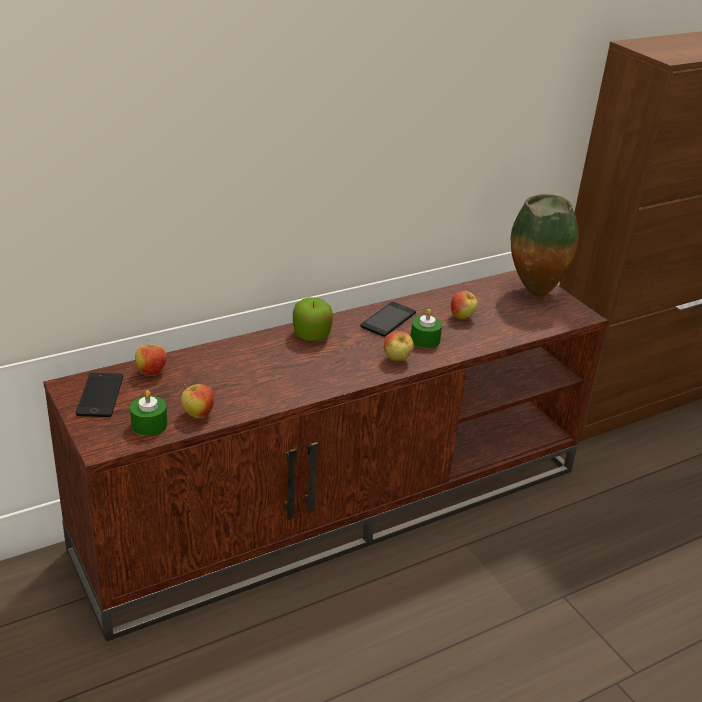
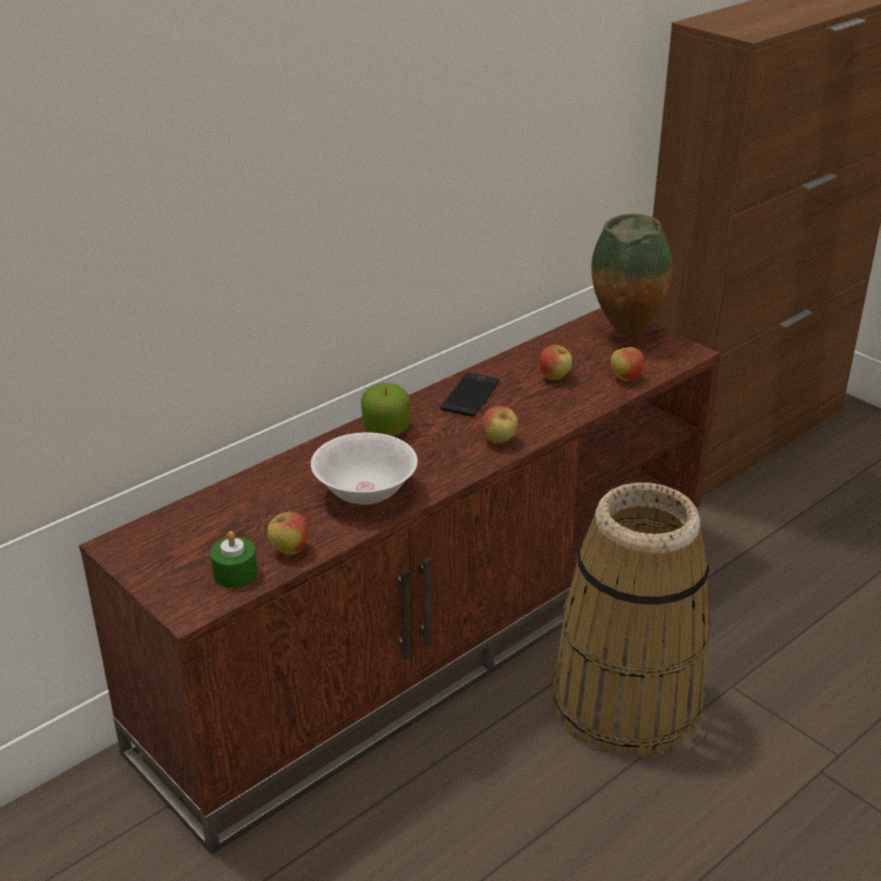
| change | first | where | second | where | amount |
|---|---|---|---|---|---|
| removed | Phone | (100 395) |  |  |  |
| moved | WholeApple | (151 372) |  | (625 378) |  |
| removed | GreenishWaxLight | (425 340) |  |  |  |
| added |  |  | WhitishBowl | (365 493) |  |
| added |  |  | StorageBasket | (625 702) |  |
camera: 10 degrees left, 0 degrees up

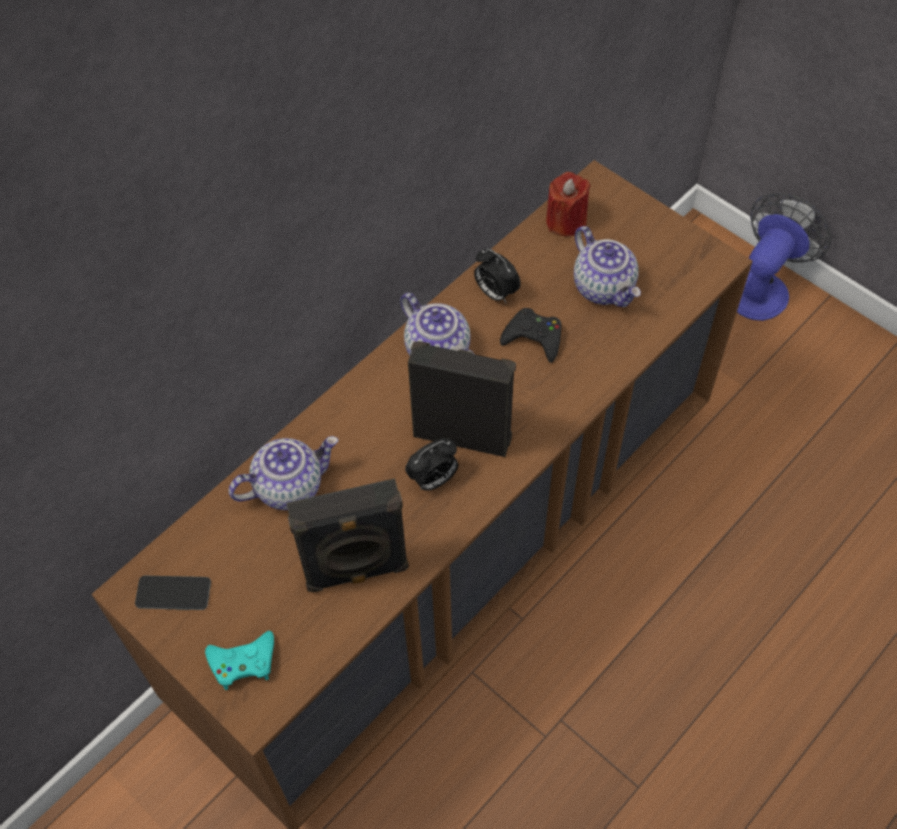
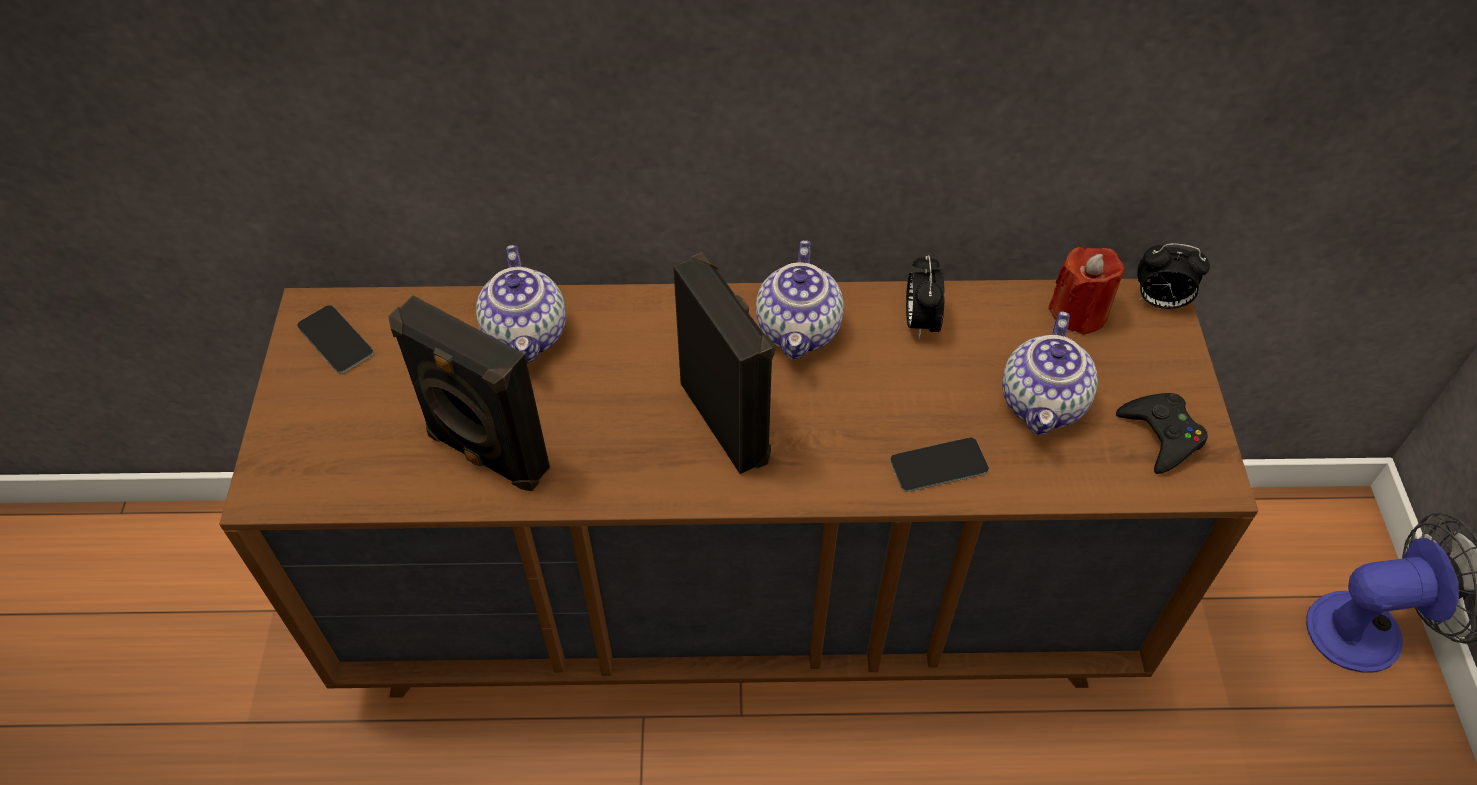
| change | first | where | second | where | amount |
|---|---|---|---|---|---|
| removed | TurquoiseGamepad | (243 662) |  |  |  |
| turned | TeaPot | (289 485) |  | (527 334) | 60 degrees clockwise |
| moved | BedsideClock | (433 480) |  | (1159 302) |  |
| moved | BlackColouredGamepad | (533 338) |  | (1161 435) |  |
| added |  |  | Phone | (939 465) |  |
camera: 45 degrees right, 5 degrees down

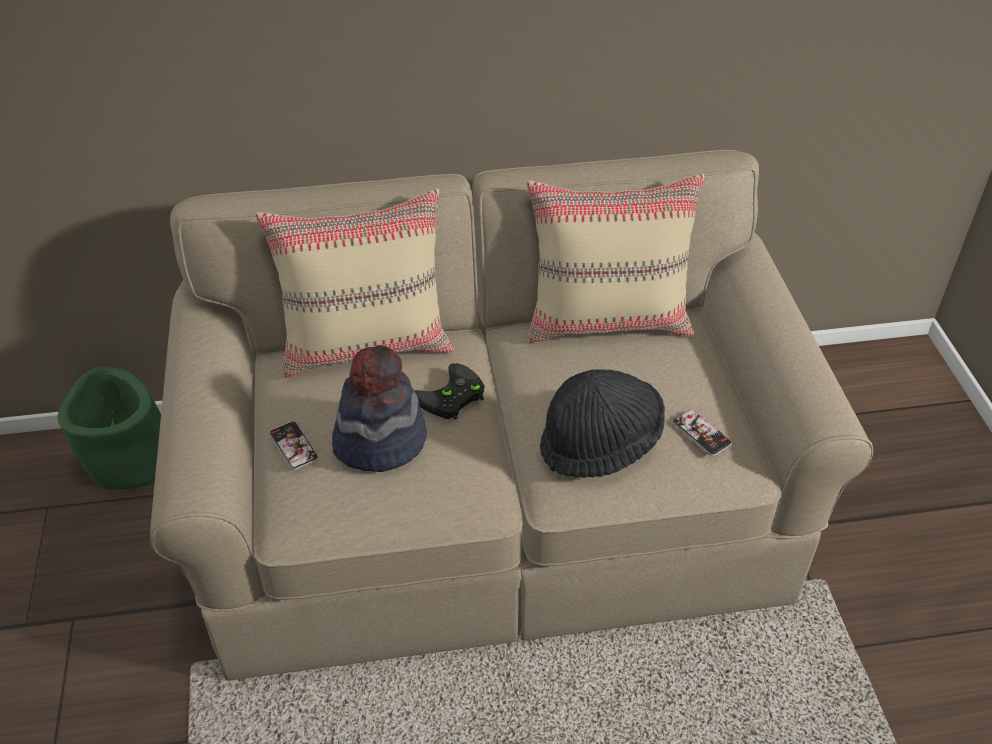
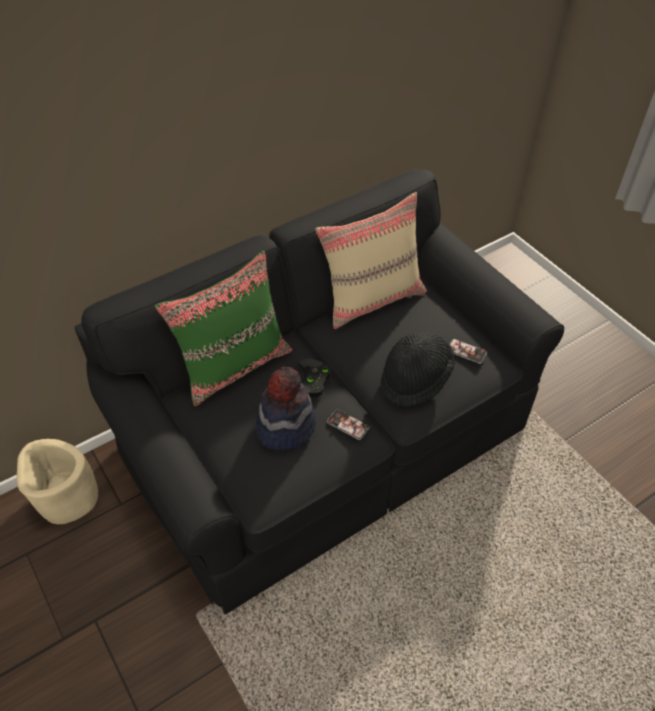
| change | first | where | second | where | amount |
|---|---|---|---|---|---|
| recoloured | GreenishFlowerPot | (129 462) | BeigeColouredFlowerPot | (67 499) |  |
| recoloured | BeigeColouredSettee | (497 505) | BlackColouredSettee | (327 435) |  |
| recoloured | BeigeColouredCushion | (367 345) | GreenishCushion | (234 366) |  |
| moved | Phone | (293 446) |  | (348 425) |  |
camera: 25 degrees left, 5 degrees up

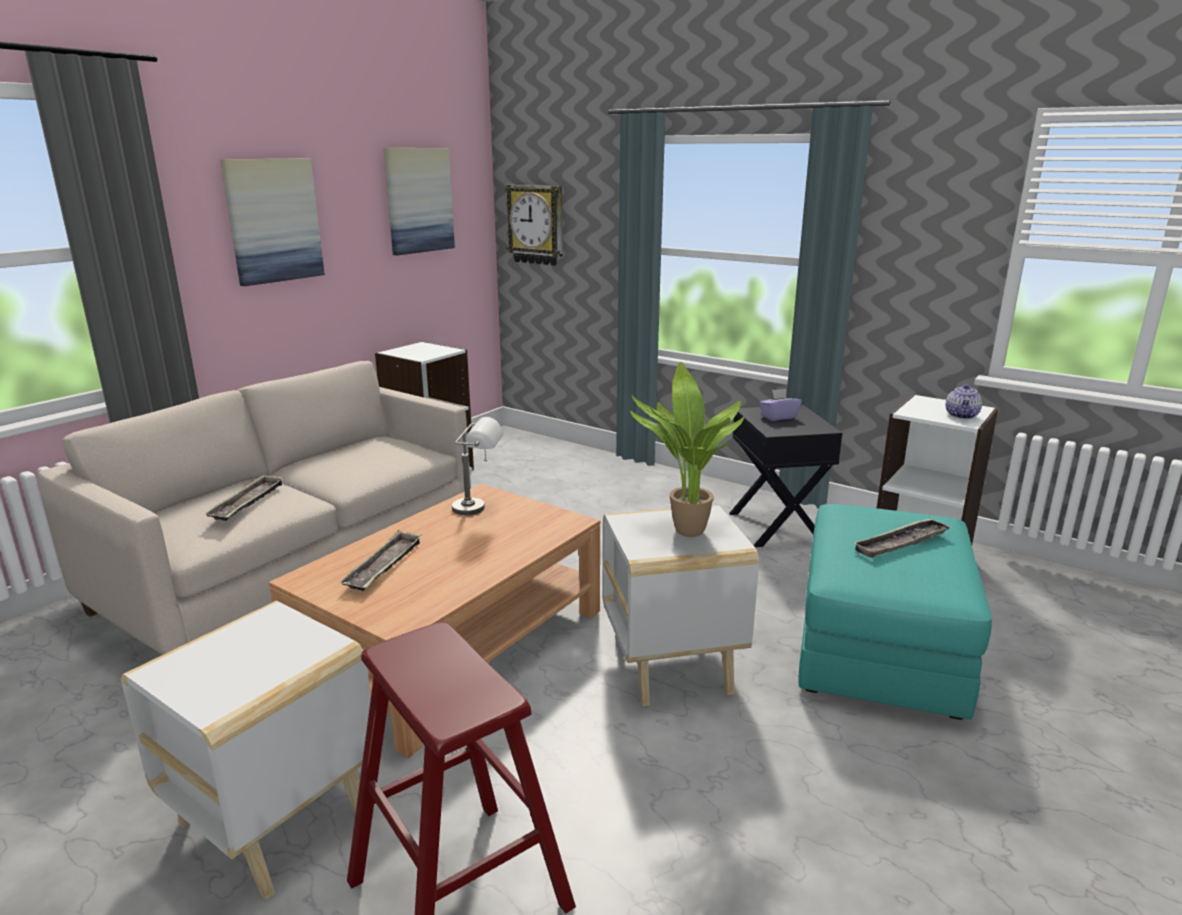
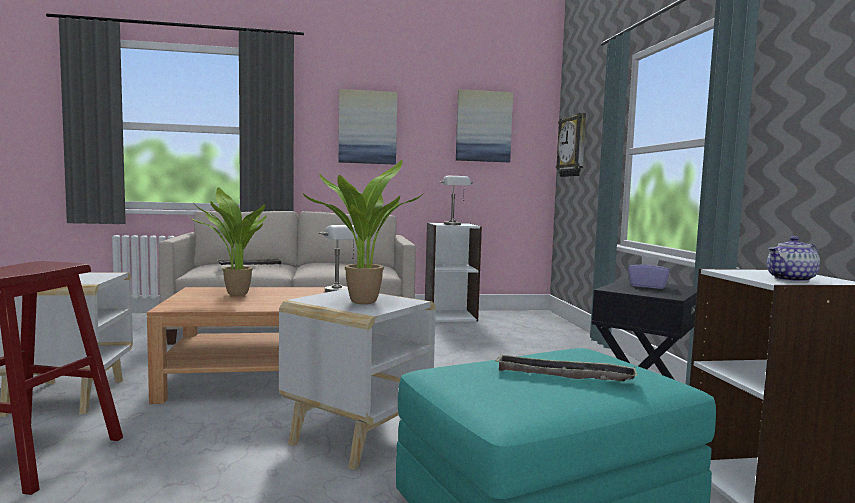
| change | first | where | second | where | amount |
|---|---|---|---|---|---|
| replaced | CarryingTray | (384 566) | PlantInAPot | (234 294) |  |
| added |  |  | GreyishLampForATable | (454 225) |  |
camera: 45 degrees right, 15 degrees down

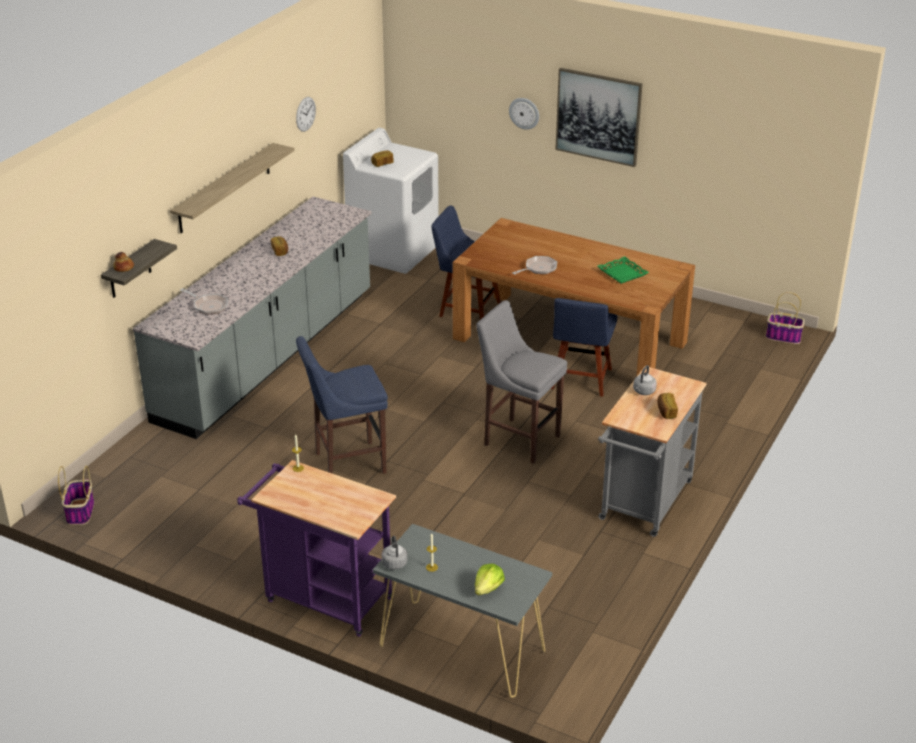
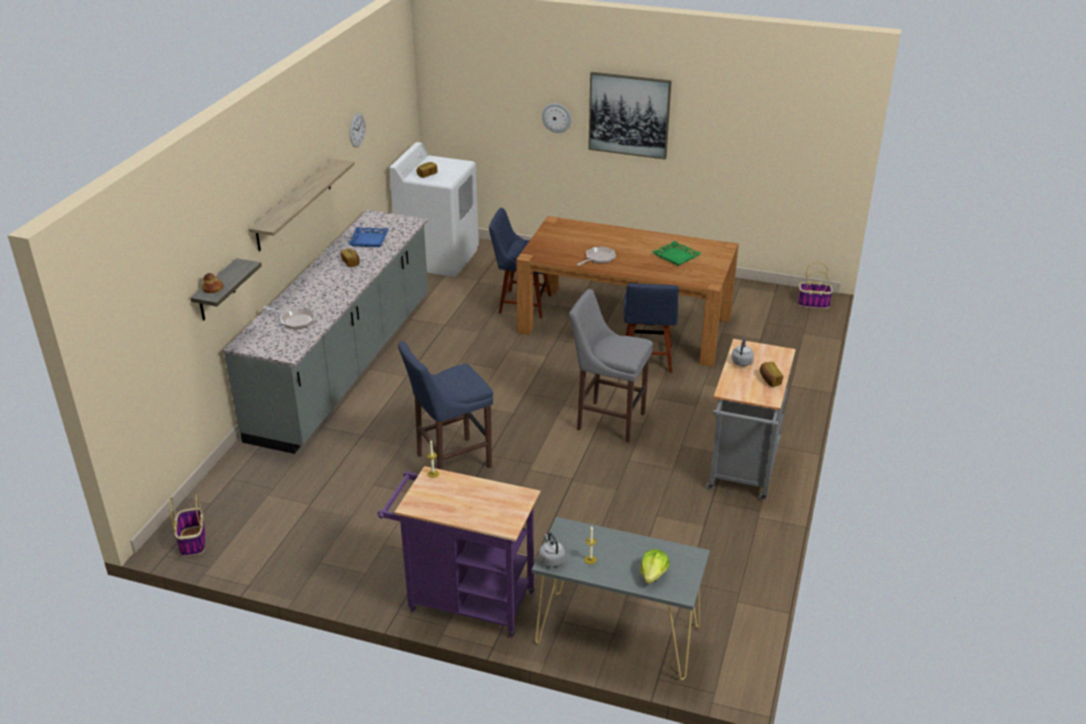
| change | first | where | second | where | amount |
|---|---|---|---|---|---|
| added |  |  | BluishCarryingTray | (369 240) |  |
camera: 10 degrees left, 0 degrees up

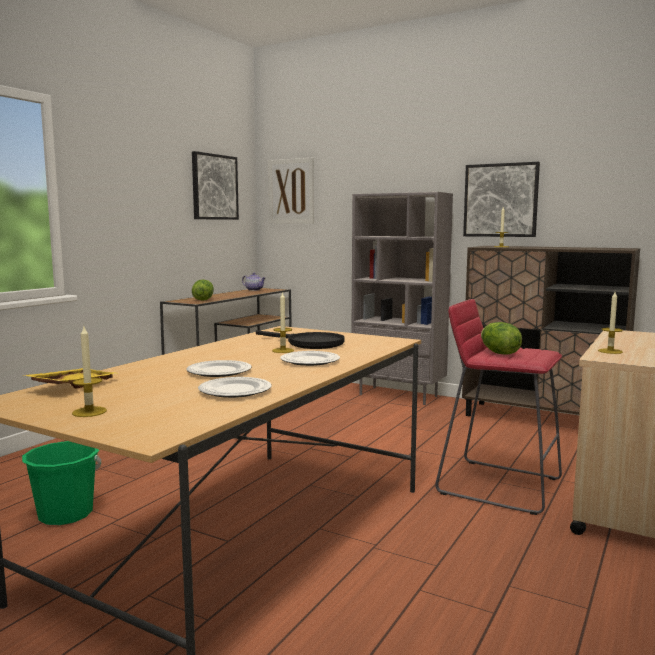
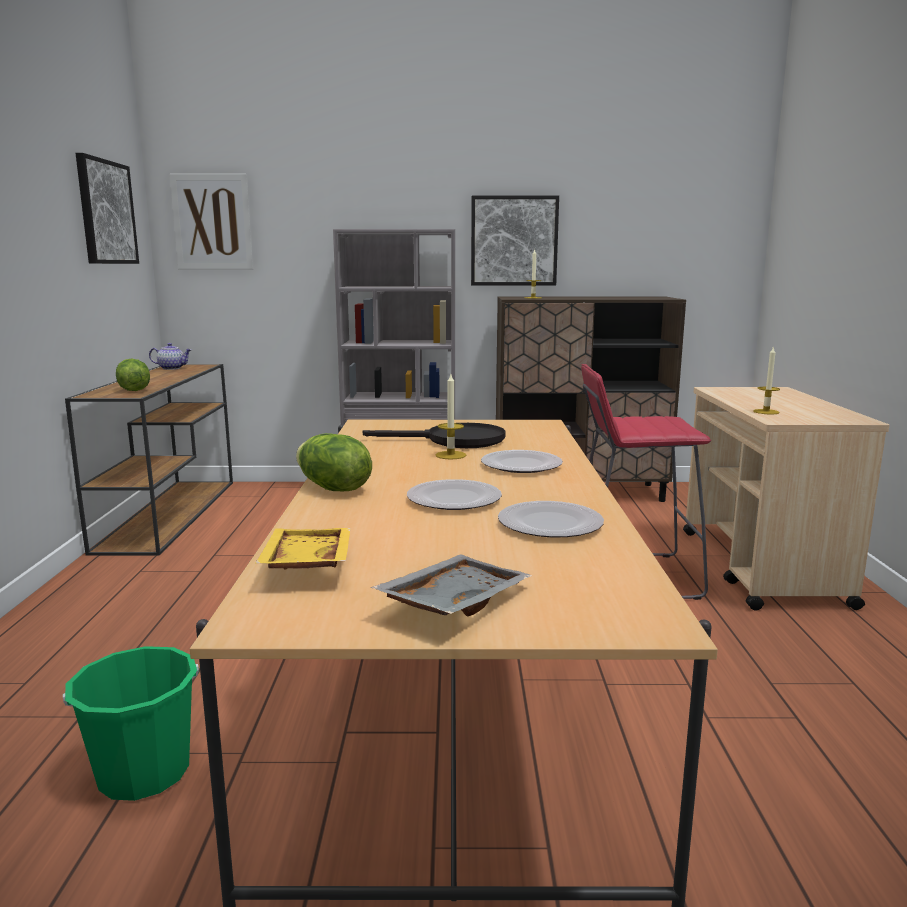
| change | first | where | second | where | amount |
|---|---|---|---|---|---|
| replaced | WaxLight | (89 412) | GreyishCarryingTray | (453 602) |  |
| moved | HeadOfLettuce | (498 353) |  | (332 488) |  |
camera: 30 degrees left, 5 degrees up

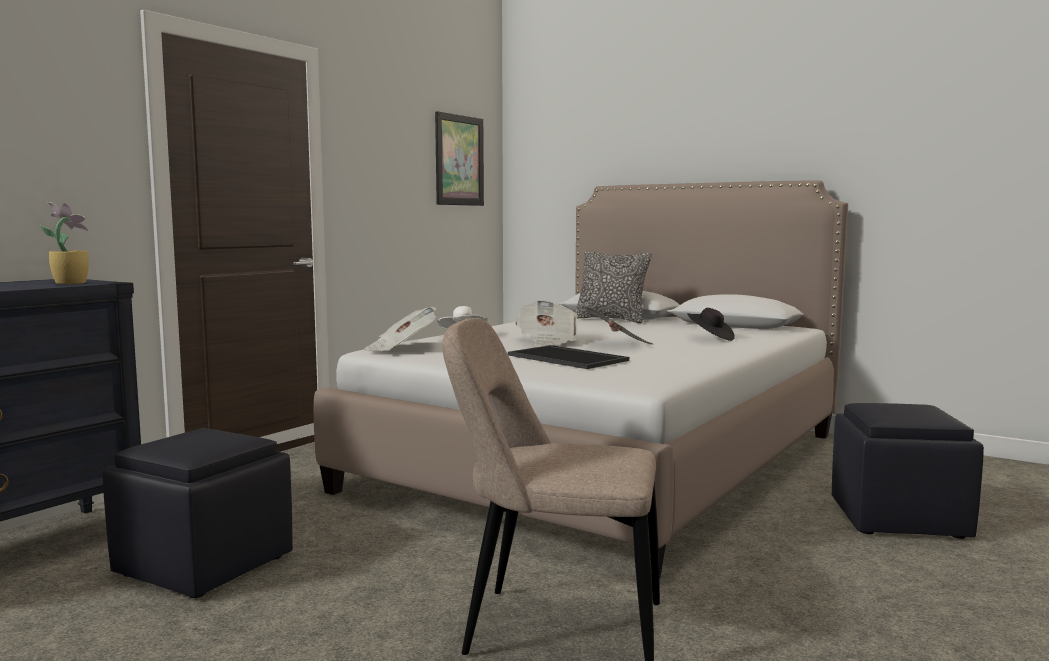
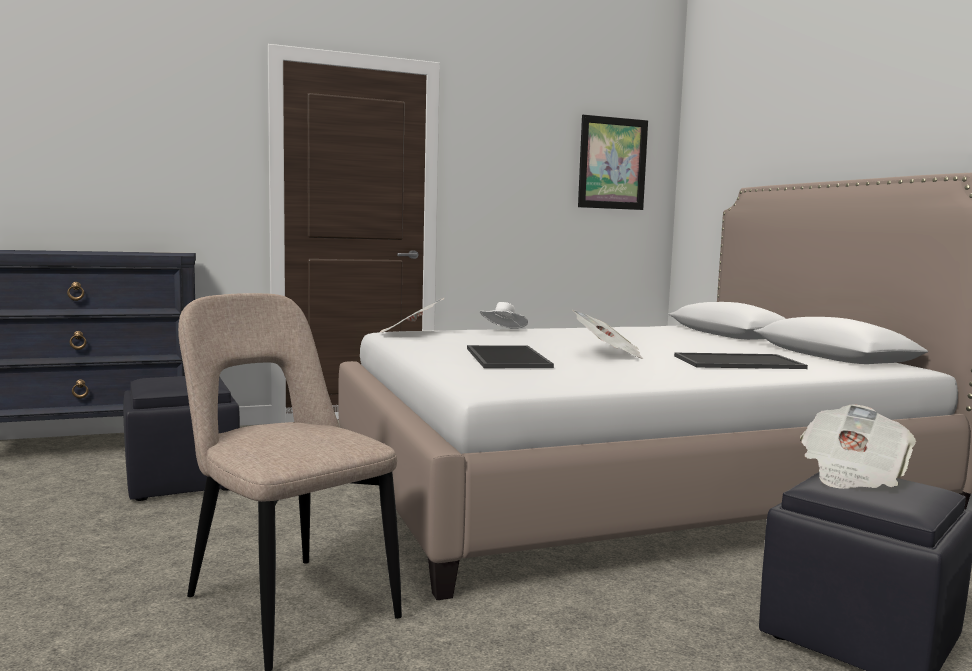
| change | first | where | second | where | amount |
|---|---|---|---|---|---|
| removed | PlantInAPot | (70 283) |  |  |  |
| moved | Newspaper | (547 341) |  | (851 475) |  |
| removed | Cushion | (611 319) |  |  |  |
| replaced | BlackColouredClothingHat | (710 338) | CarryingTray | (737 362) |  |
camera: 35 degrees right, 0 degrees up

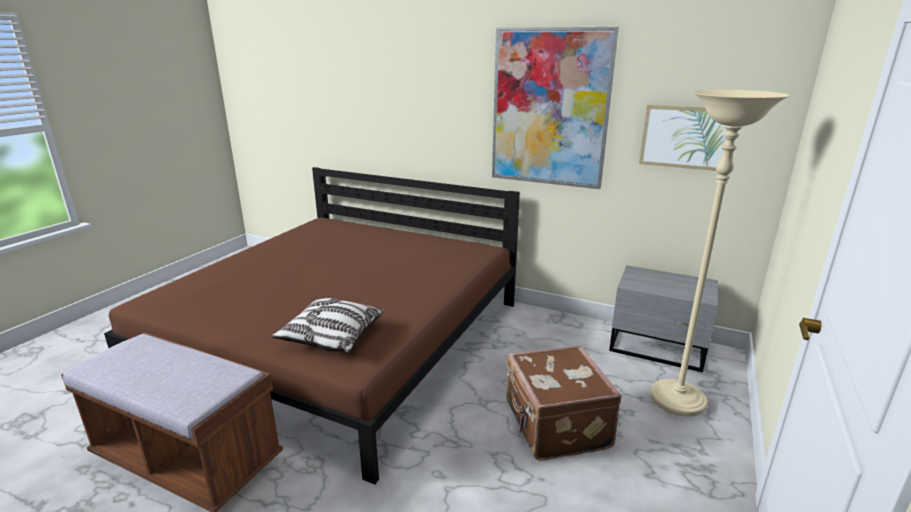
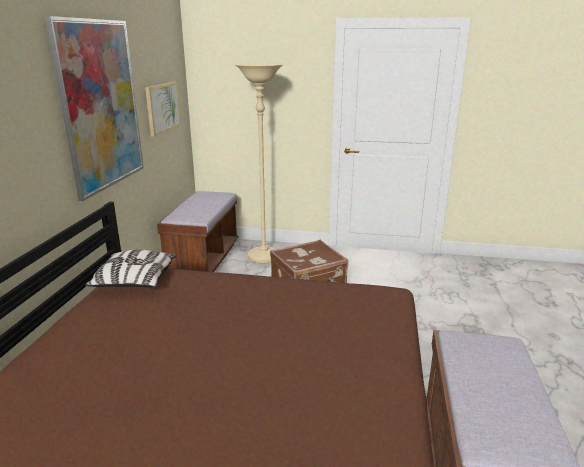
| change | first | where | second | where | amount |
|---|---|---|---|---|---|
| moved | Cushion | (331 337) |  | (135 281) |  |
| replaced | GreyishBedsideTable | (658 348) | BrownLongSeat | (204 259) |  |
camera: 105 degrees left, 0 degrees up

